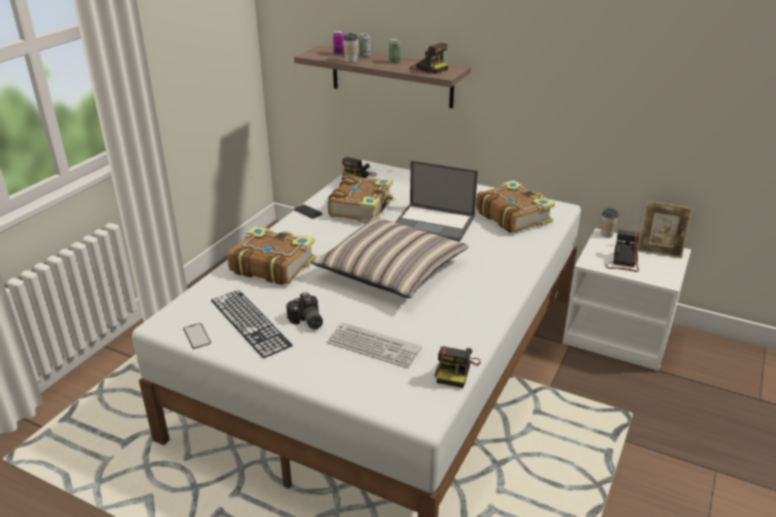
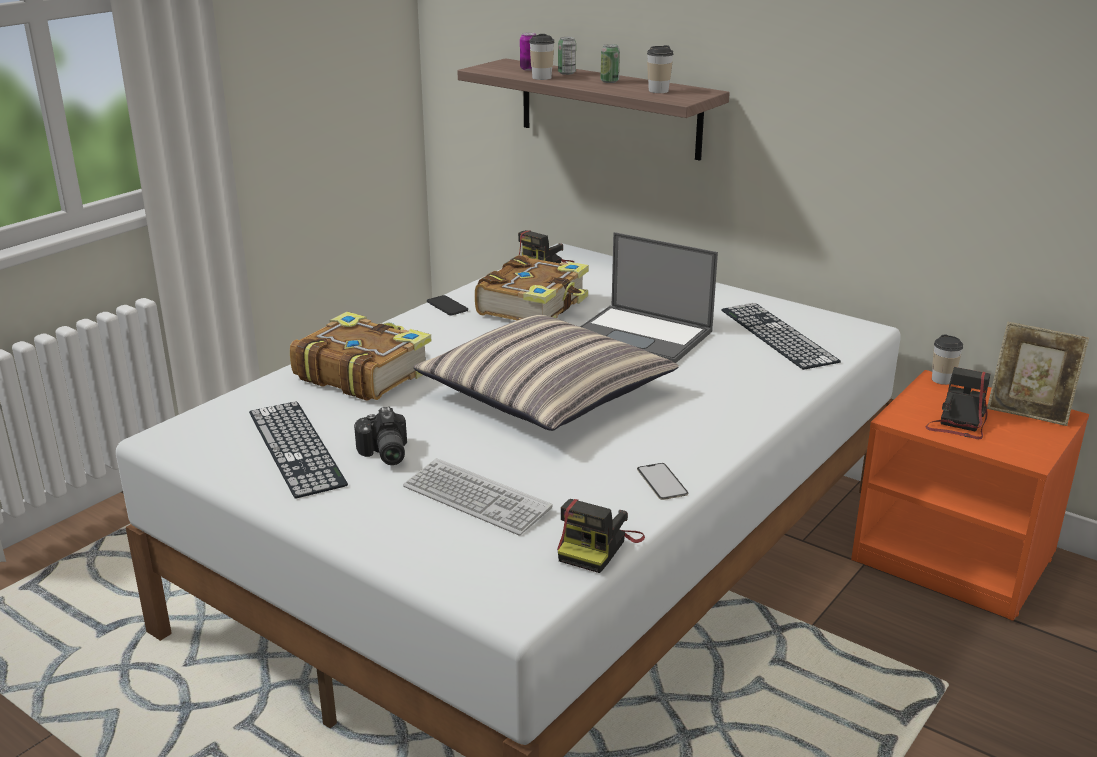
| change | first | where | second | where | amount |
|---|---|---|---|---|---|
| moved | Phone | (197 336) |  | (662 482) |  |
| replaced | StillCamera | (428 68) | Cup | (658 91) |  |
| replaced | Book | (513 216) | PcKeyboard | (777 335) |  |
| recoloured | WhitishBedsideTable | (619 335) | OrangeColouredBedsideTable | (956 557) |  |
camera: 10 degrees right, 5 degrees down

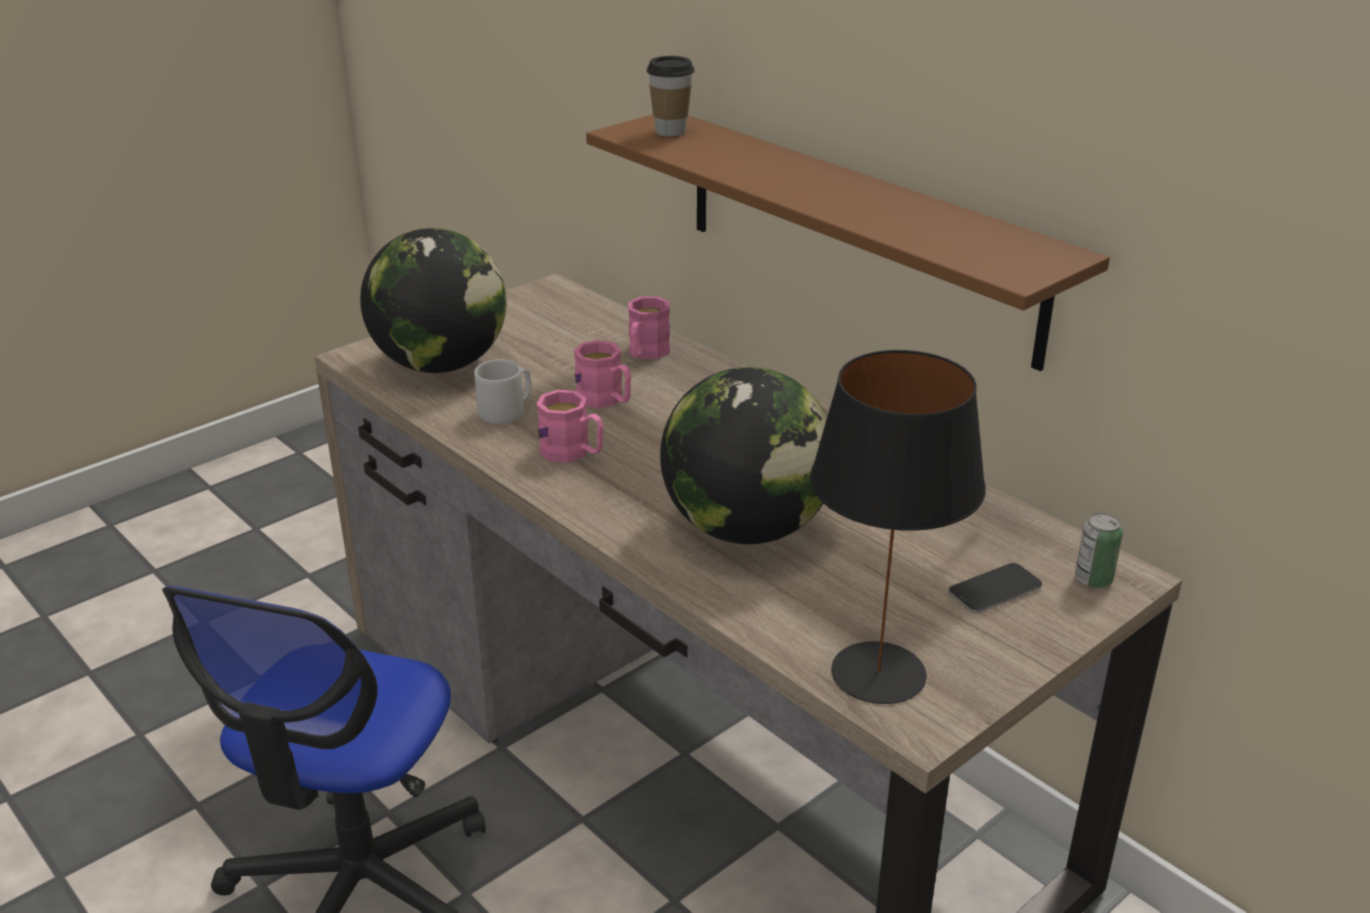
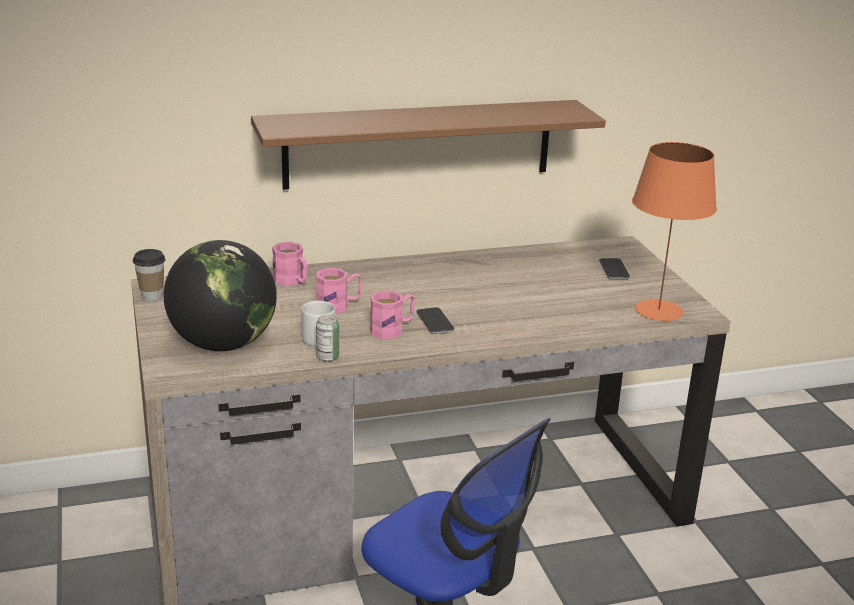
| change | first | where | second | where | amount |
|---|---|---|---|---|---|
| moved | Cup | (670 131) |  | (152 297) |  |
| removed | DeskGlobe | (746 528) |  |  |  |
| recoloured | BlackColouredLampForATable | (876 673) | OrangeColouredLampForATable | (658 311) |  |
| moved | Can | (1093 580) |  | (327 357) |  |
| added |  |  | Phone | (435 322) |  |
camera: 65 degrees left, 5 degrees down

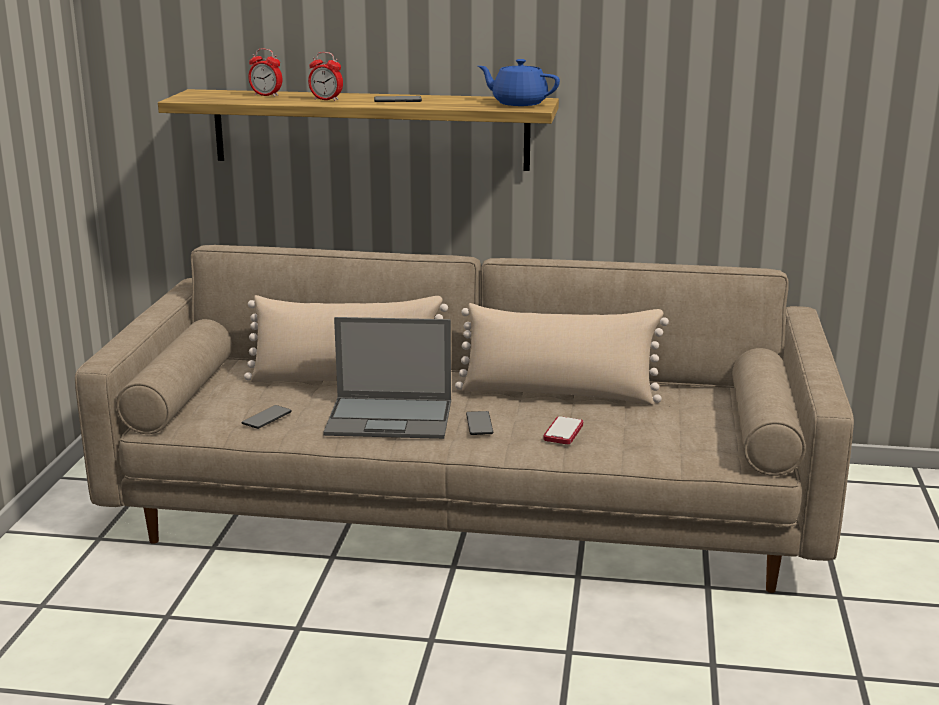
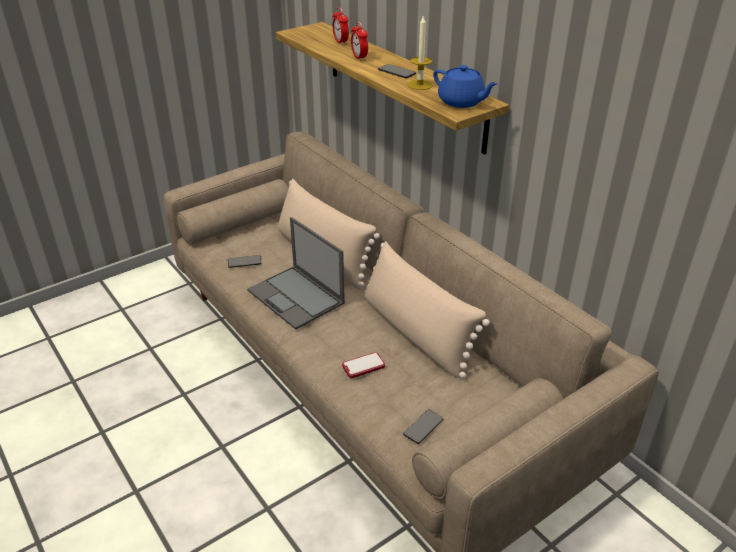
| change | first | where | second | where | amount |
|---|---|---|---|---|---|
| moved | Phone | (479 424) |  | (423 427) |  |
| turned | BluishTeaPot | (518 103) |  | (461 102) | 150 degrees clockwise |
| added |  |  | WaxLight | (420 85) |  |
camera: 45 degrees right, 15 degrees up

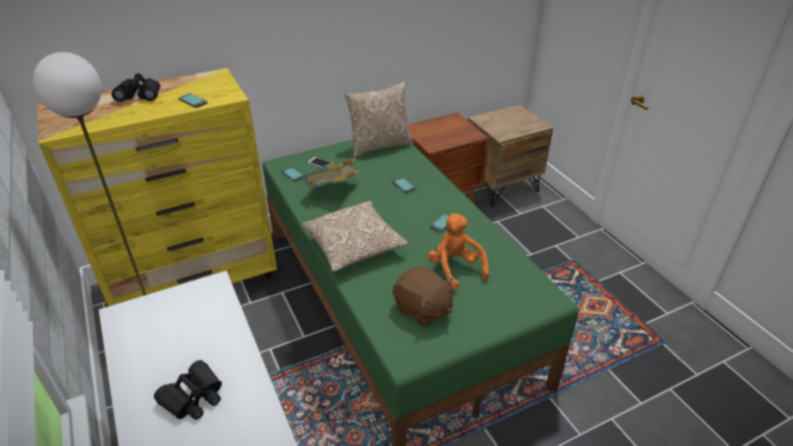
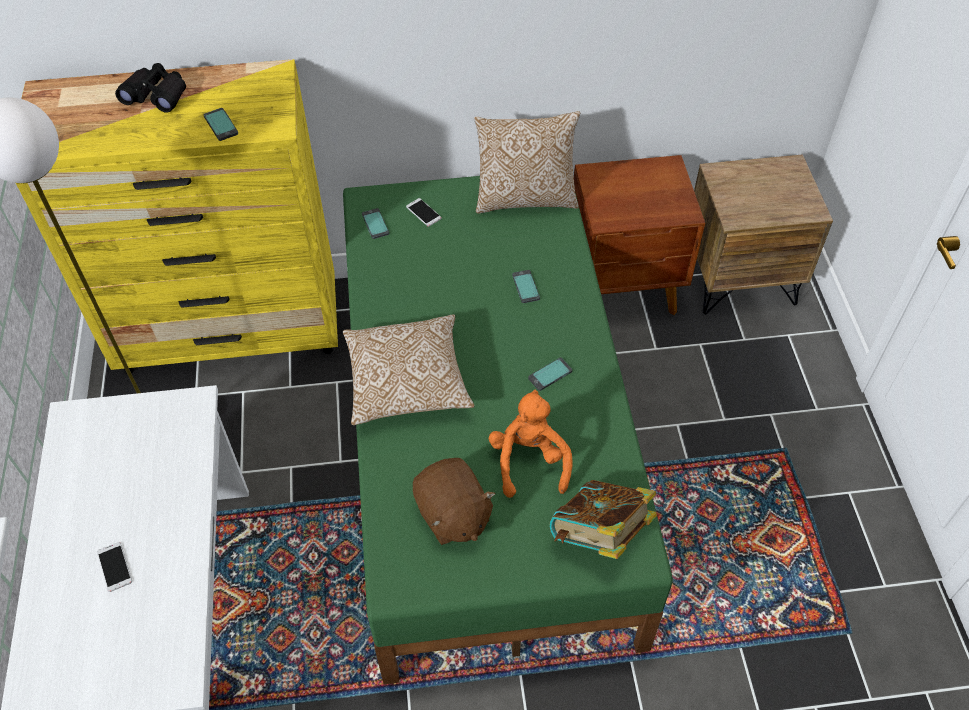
| change | first | where | second | where | amount |
|---|---|---|---|---|---|
| replaced | BlackColouredPairOfBinoculars | (193 397) | Phone | (114 567) |  |
| moved | Book | (333 191) |  | (600 535) |  |
camera: 20 degrees right, 15 degrees up

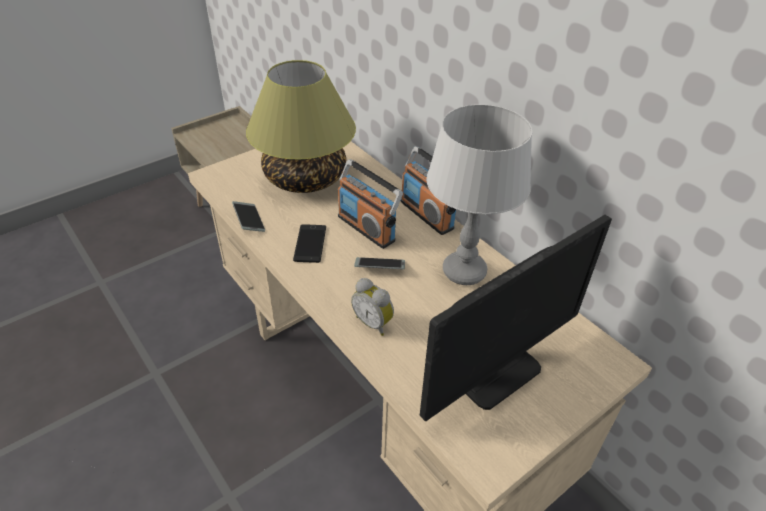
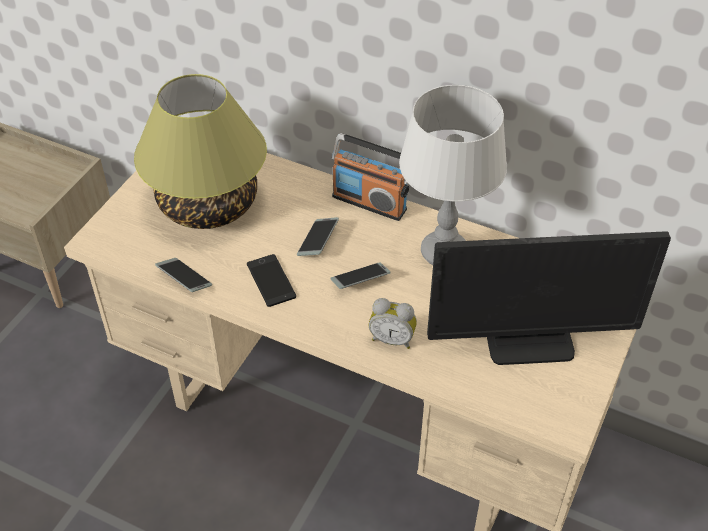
| change | first | where | second | where | amount |
|---|---|---|---|---|---|
| replaced | RadioSet | (367 228) | Phone | (318 241) |  |
| turned | Monitor | (495 372) |  | (529 341) | 60 degrees clockwise |
camera: 25 degrees left, 5 degrees up

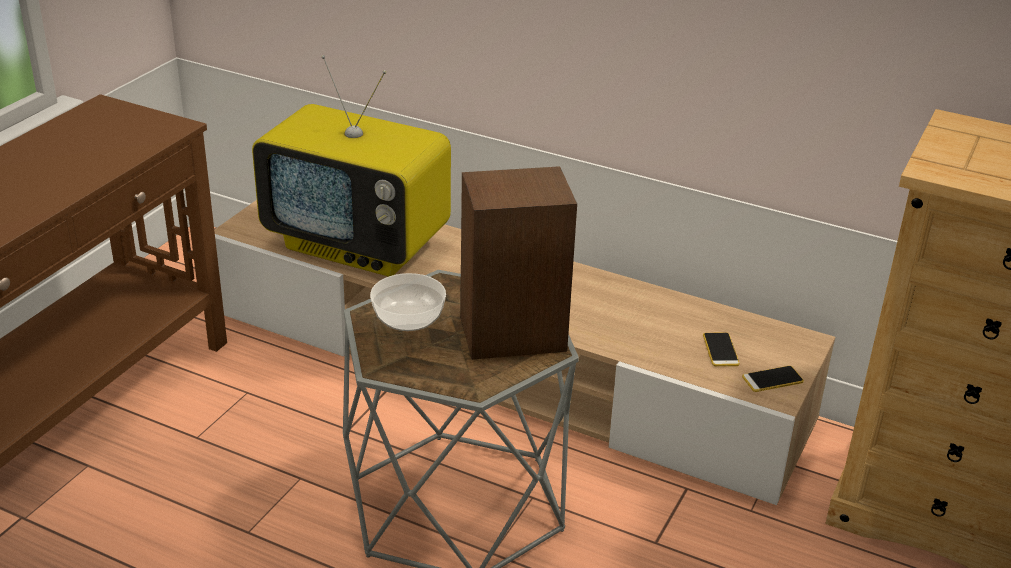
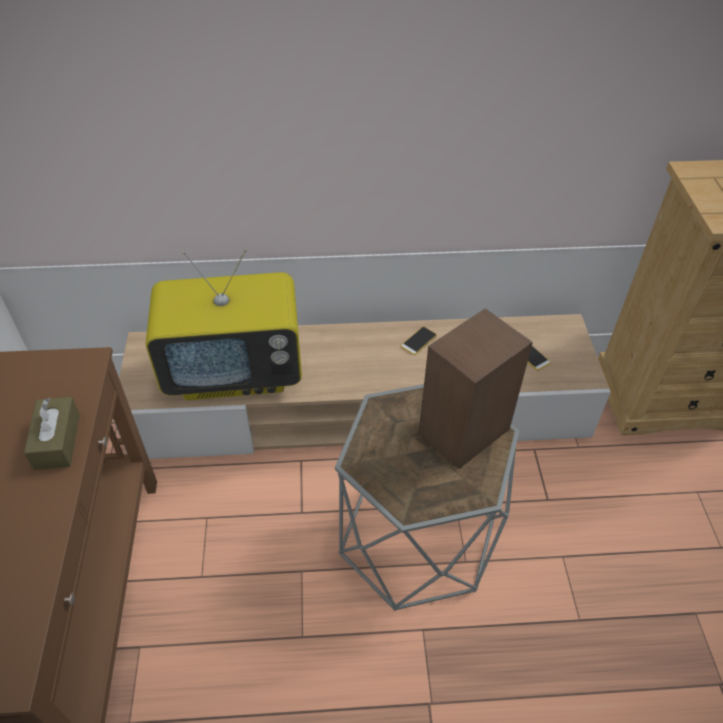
| change | first | where | second | where | amount |
|---|---|---|---|---|---|
| removed | Bowl | (409 318) |  |  |  |
| moved | Phone | (772 379) |  | (418 341) |  |
| added |  |  | BrownTissueHolder | (57 441) |  |
camera: 30 degrees left, 15 degrees up

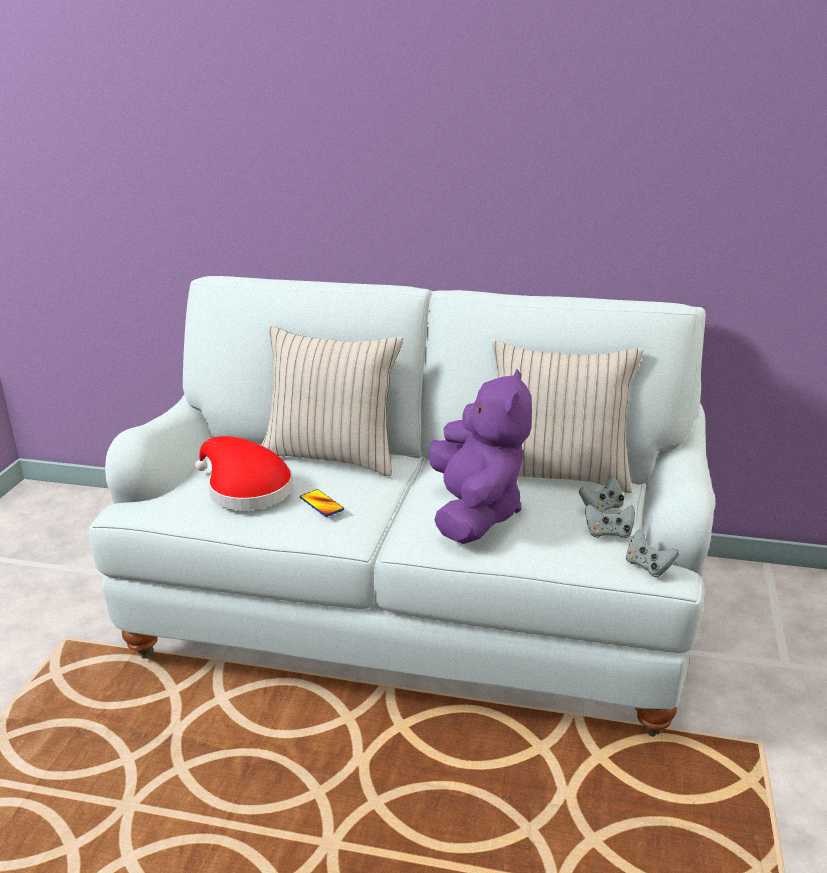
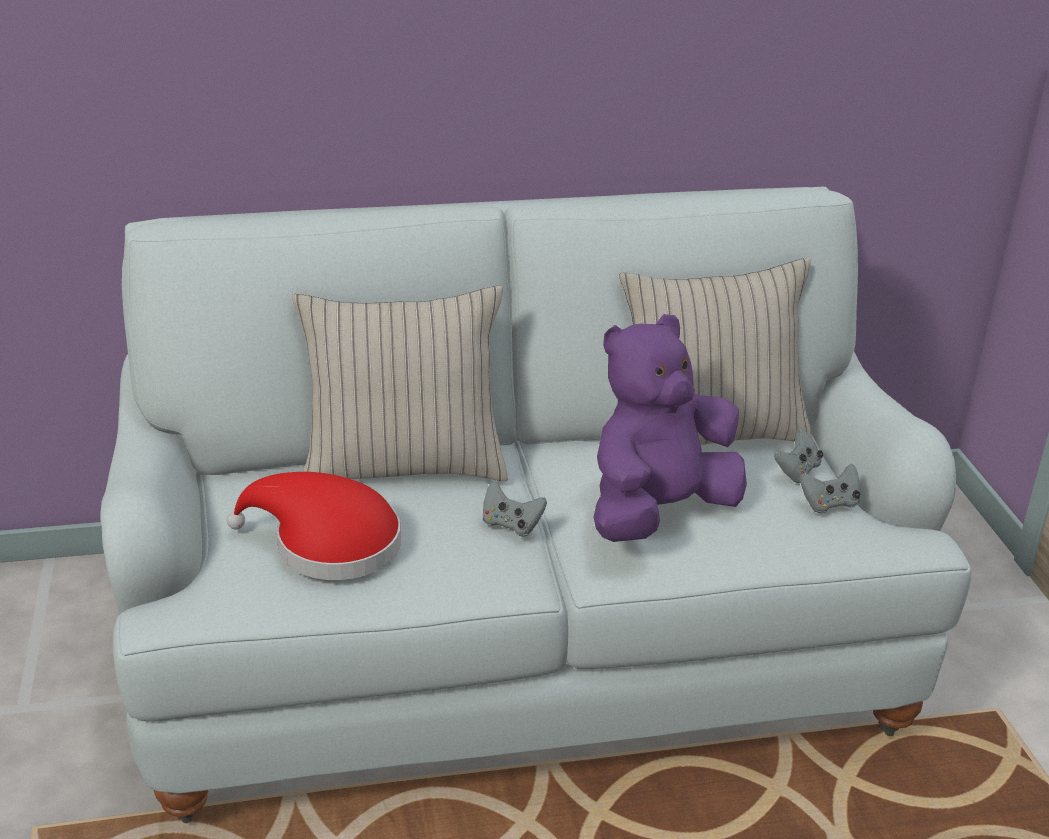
| change | first | where | second | where | amount |
|---|---|---|---|---|---|
| removed | Phone | (321 504) |  |  |  |
| turned | PurpleCuddlyToy | (475 513) |  | (658 512) | 105 degrees counterclockwise |
| moved | GreyishGamepad | (648 566) |  | (511 525) |  |
camera: 25 degrees left, 5 degrees up

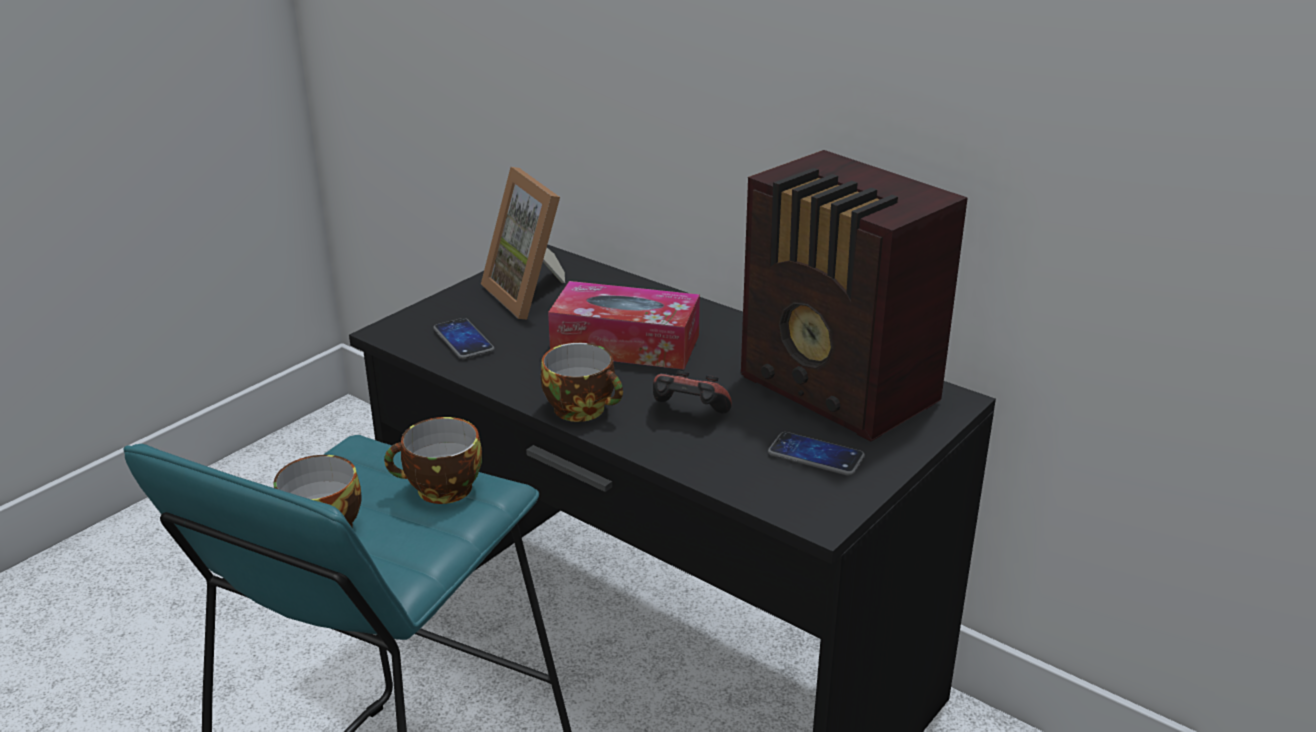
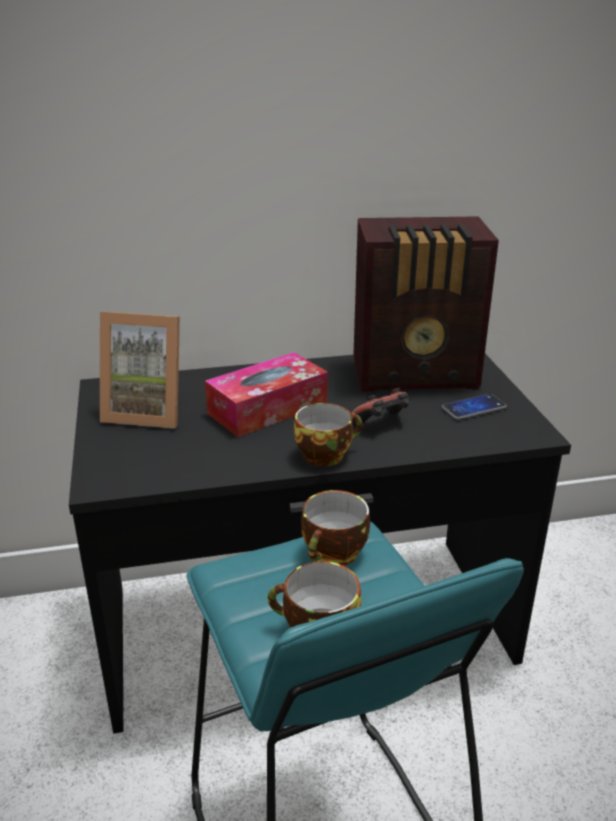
| change | first | where | second | where | amount |
|---|---|---|---|---|---|
| removed | Phone | (463 340) |  |  |  |
camera: 50 degrees left, 0 degrees up

